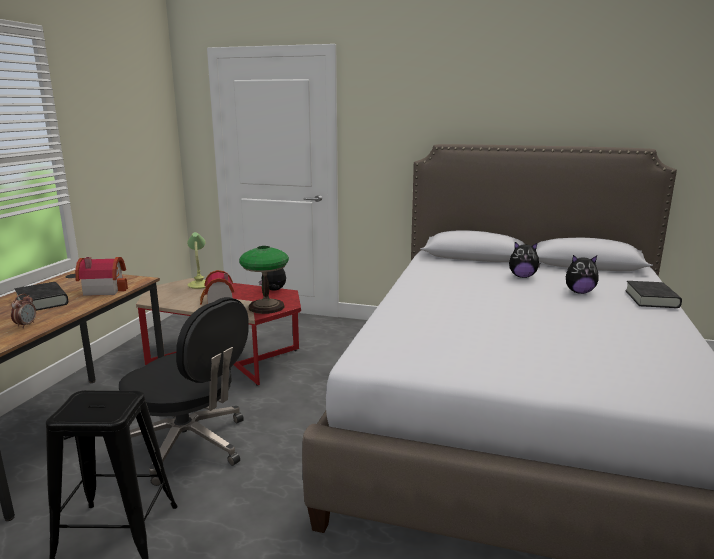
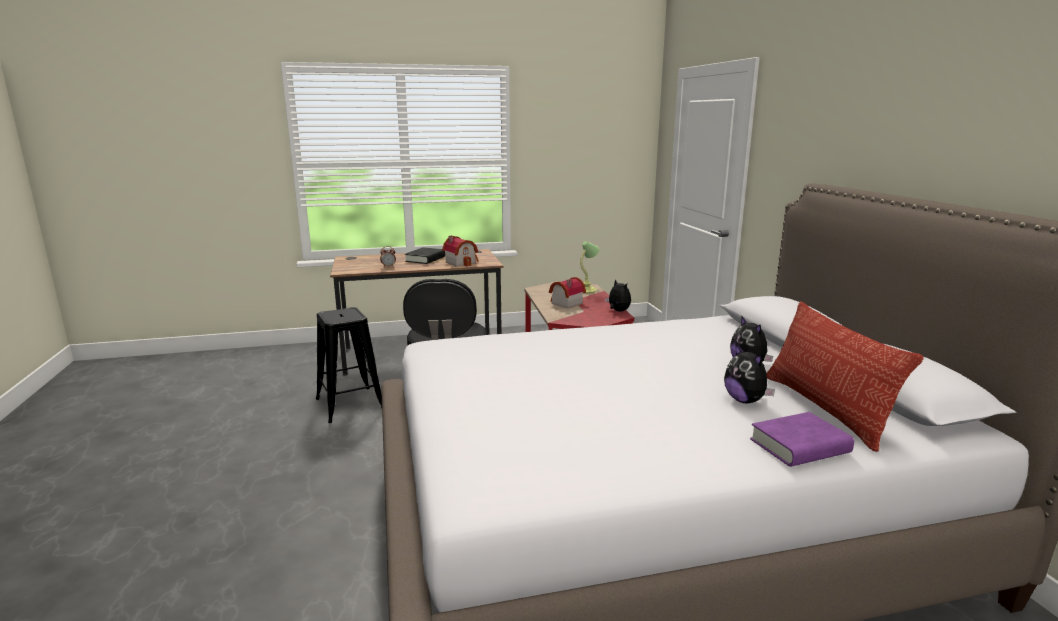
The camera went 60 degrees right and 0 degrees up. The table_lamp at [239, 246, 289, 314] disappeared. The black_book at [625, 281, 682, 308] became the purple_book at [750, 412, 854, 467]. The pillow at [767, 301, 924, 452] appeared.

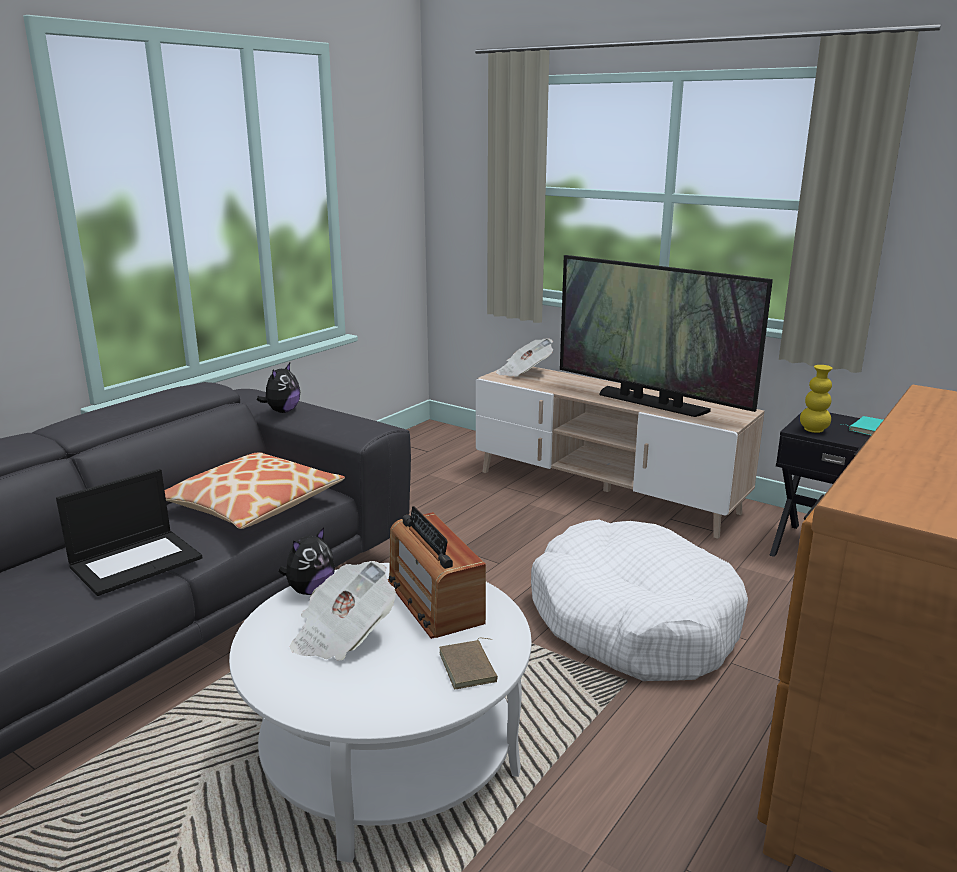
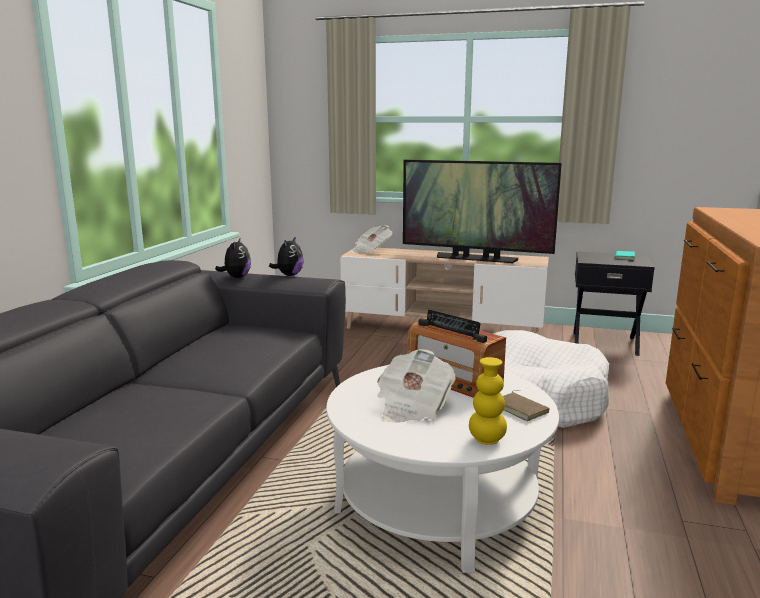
The camera went 20 degrees left and 5 degrees down. The yellow_vase moved from [800, 365, 833, 433] to [469, 357, 507, 445]. The pillow at [165, 452, 345, 529] disappeared. The laptop at [56, 469, 202, 596] disappeared. The plush_toy moved from [279, 527, 335, 595] to [269, 236, 304, 276].

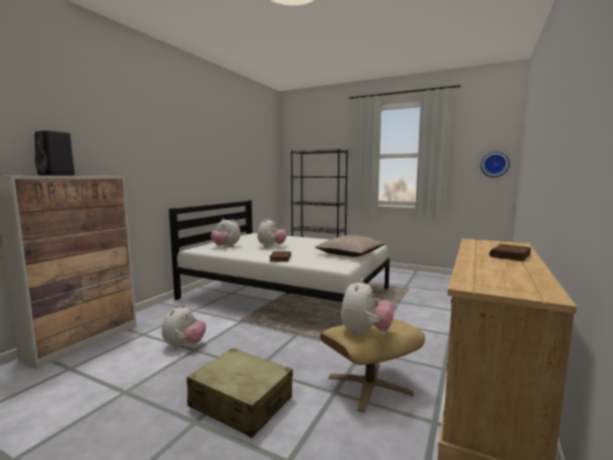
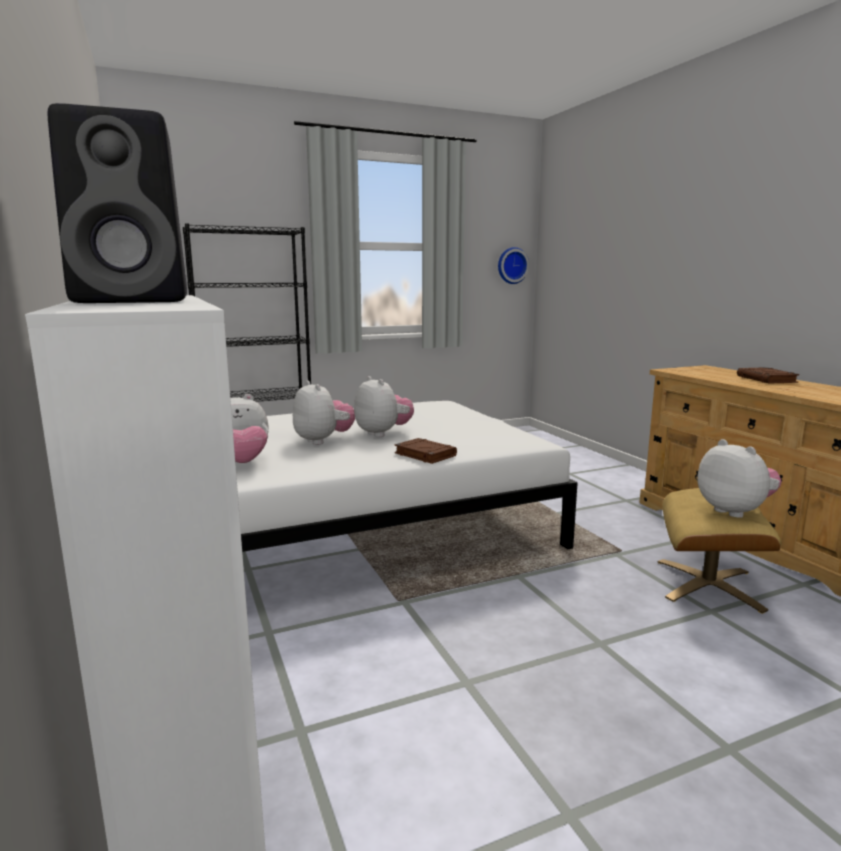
The camera went 50 degrees left and 5 degrees up. The pillow at [315, 235, 385, 257] disappeared. The plush_toy moved from [162, 304, 206, 348] to [354, 376, 414, 437]. The beige_suitcase at [187, 348, 293, 438] disappeared.

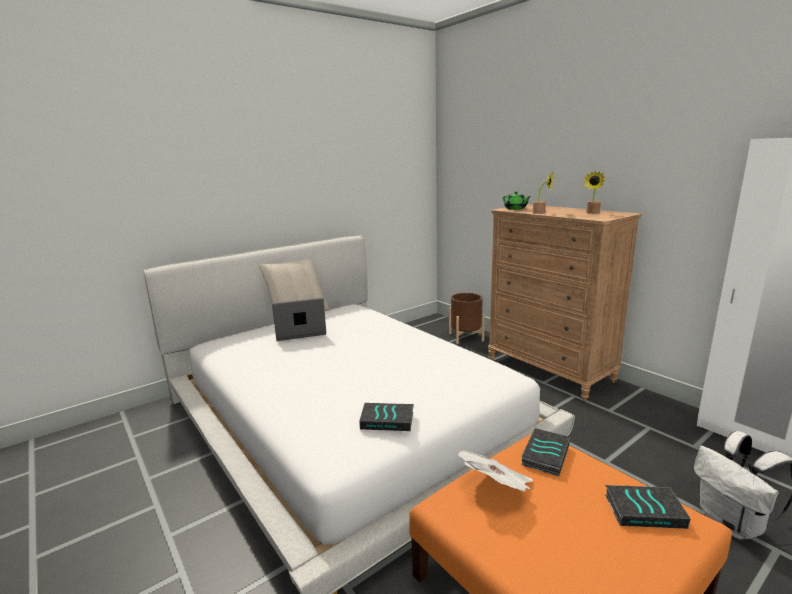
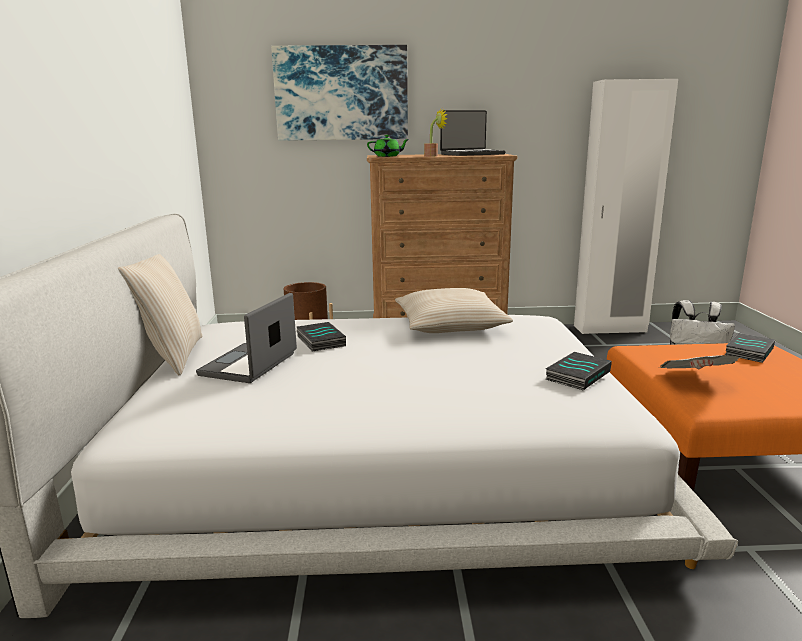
The camera went 55 degrees left and 0 degrees up. The potted_plant at [583, 171, 605, 214] was replaced by the laptop at [440, 110, 506, 156]. The book moved from [521, 428, 570, 476] to [297, 322, 346, 352]. The picture at [271, 45, 408, 141] appeared. The beige_pillow at [395, 288, 513, 333] appeared.

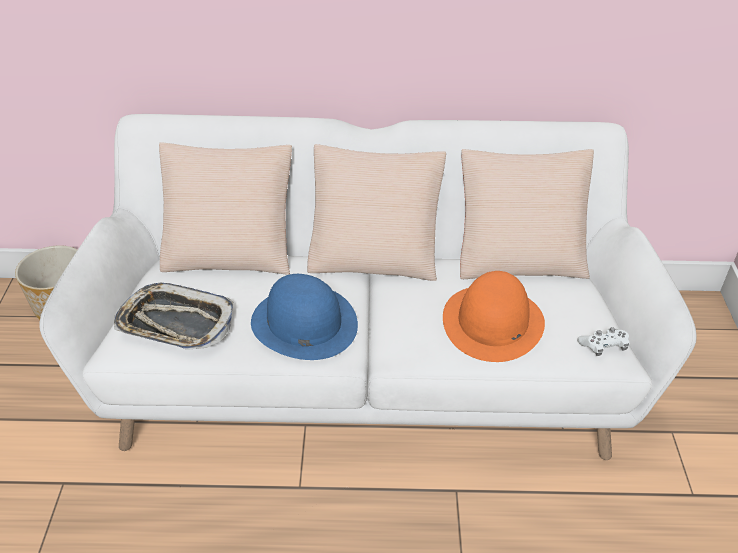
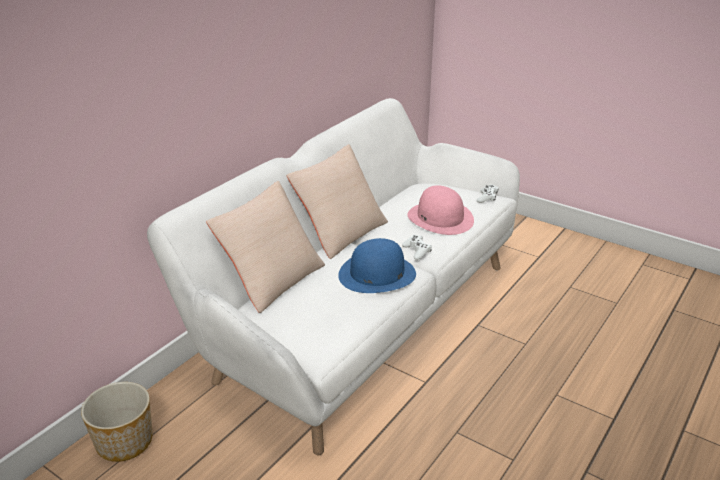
The camera went 55 degrees left and 10 degrees down. The beige_pillow at [460, 149, 594, 279] disappeared. The orange_hat at [443, 271, 545, 362] became the pink_hat at [407, 185, 474, 235]. The tray at [114, 282, 233, 349] disappeared. The white_game_controller at [402, 235, 432, 260] appeared.

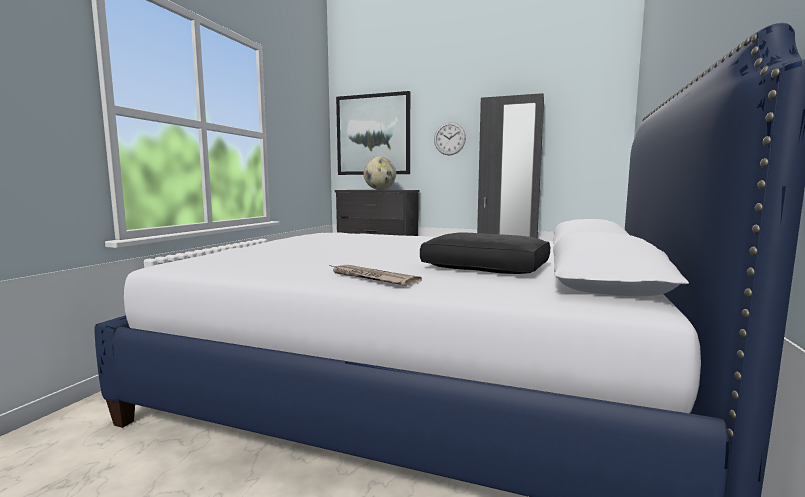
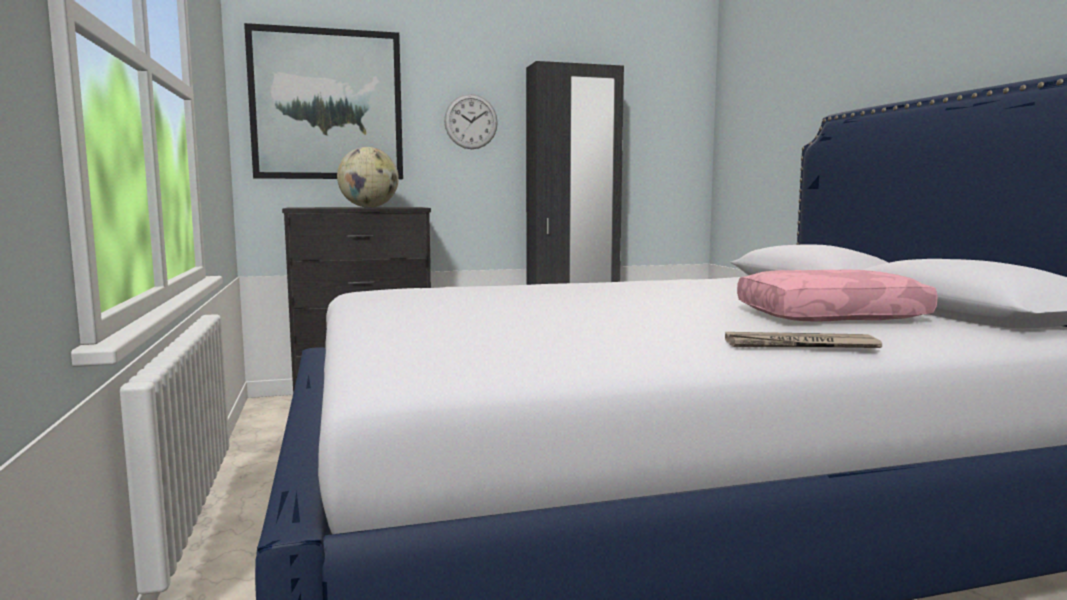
The camera went 35 degrees left and 0 degrees up. The black_pillow at [420, 233, 550, 274] became the pink_pillow at [737, 269, 938, 322].

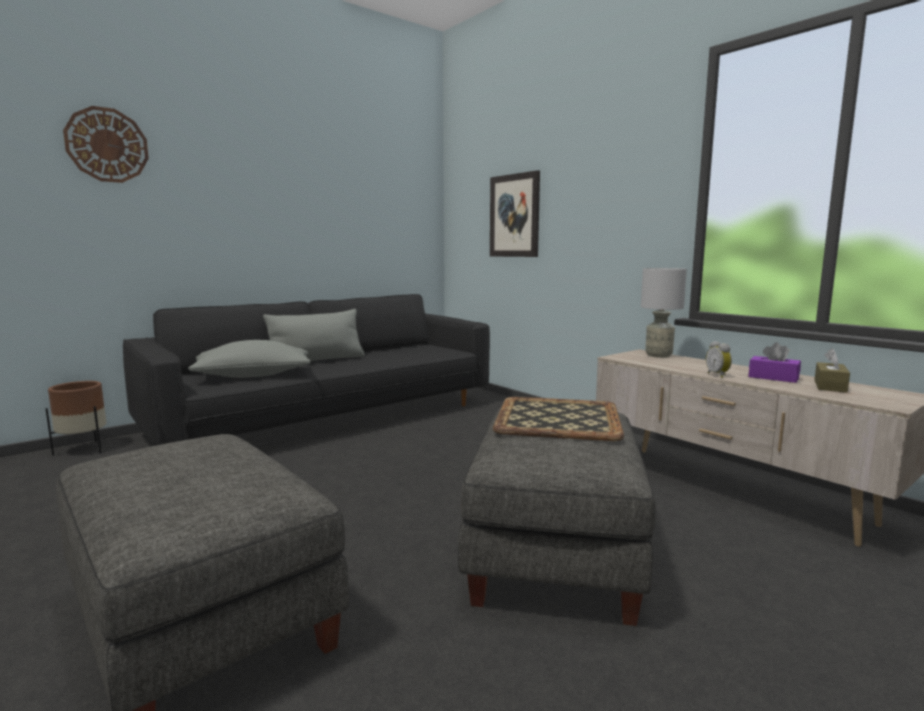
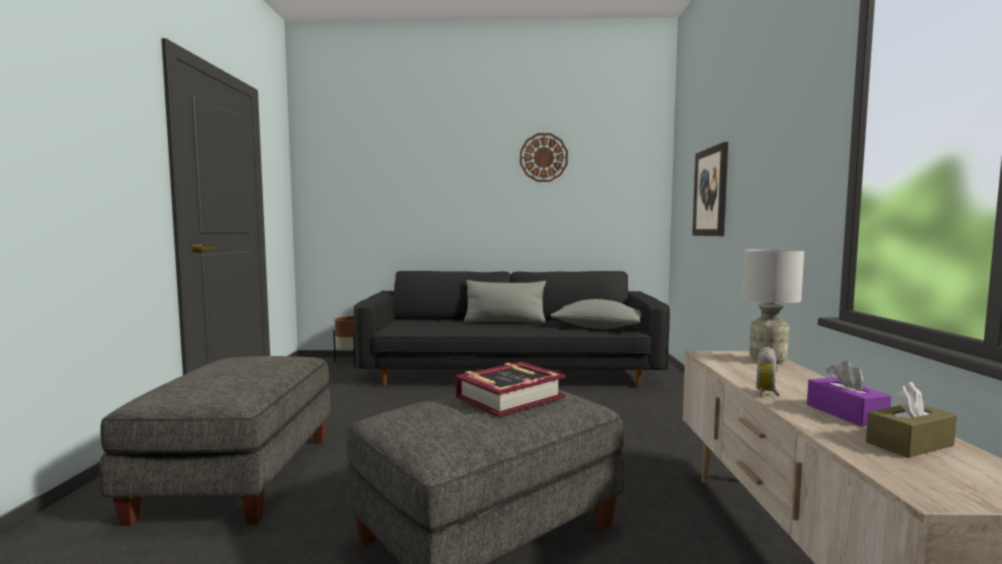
The camera went 40 degrees right and 5 degrees down. The wall_clock moved from [63, 106, 149, 183] to [520, 133, 568, 182]. The grey_pillow moved from [188, 340, 310, 378] to [550, 299, 642, 329]. The tray at [493, 397, 624, 441] was replaced by the book at [456, 362, 566, 417].

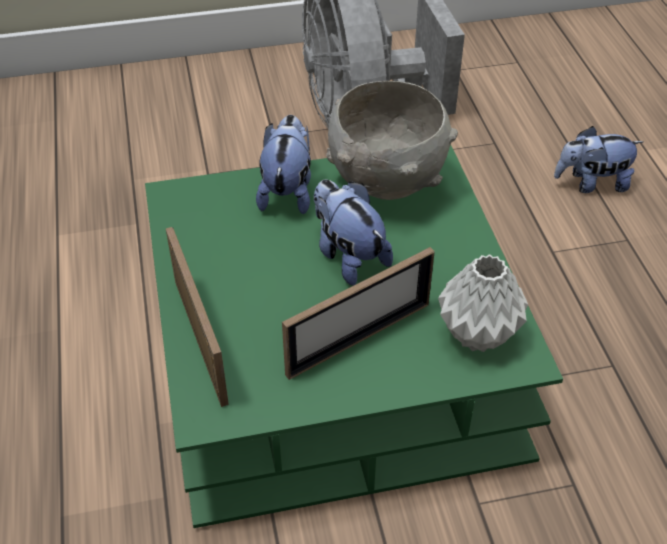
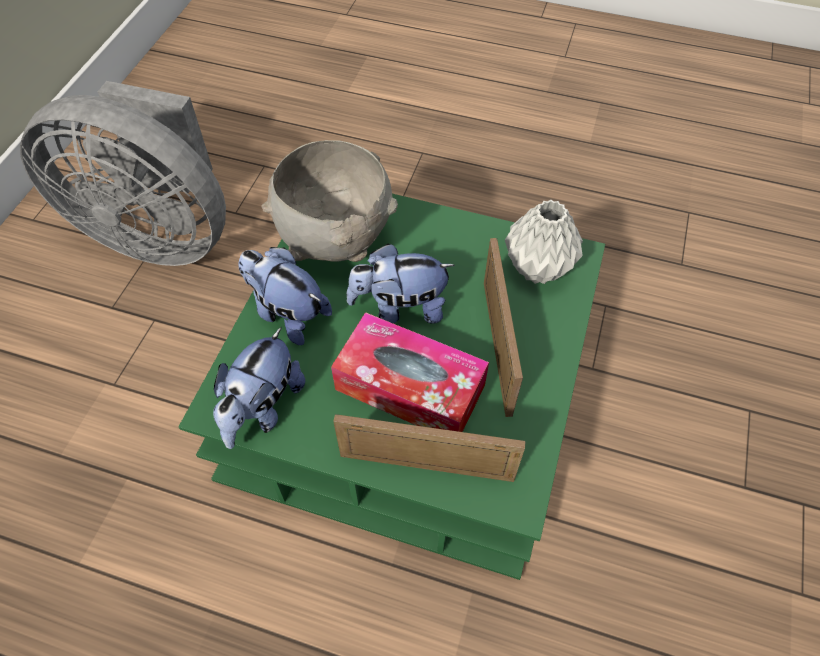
The camera went 60 degrees left and 10 degrees up. The plush_toy moved from [554, 126, 643, 193] to [213, 327, 305, 449]. The tissue_box at [331, 312, 489, 432] appeared.

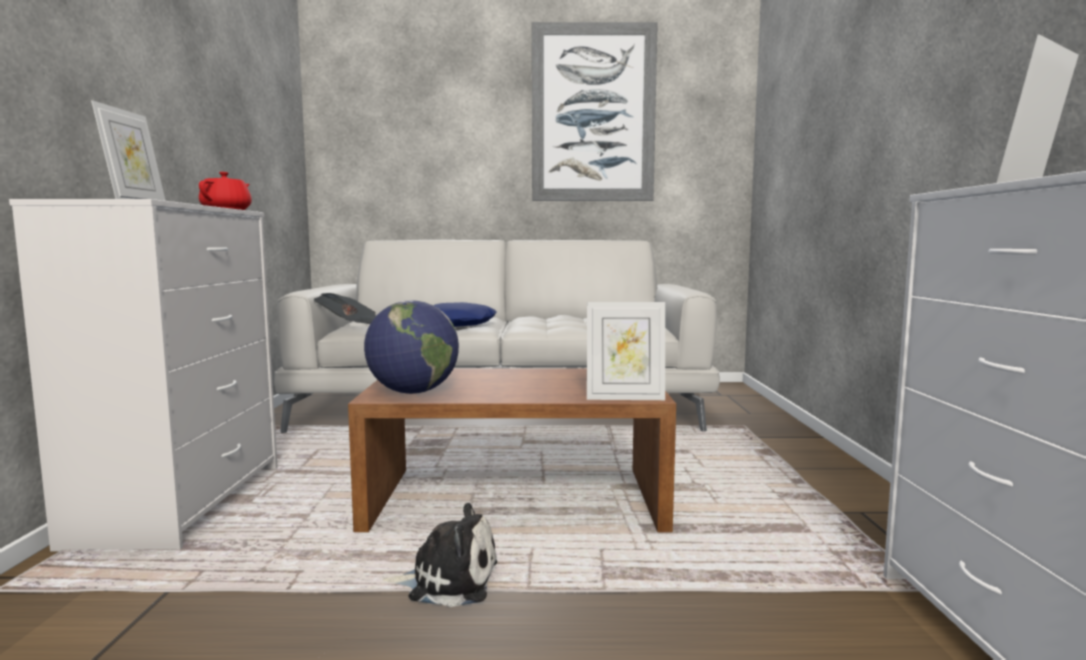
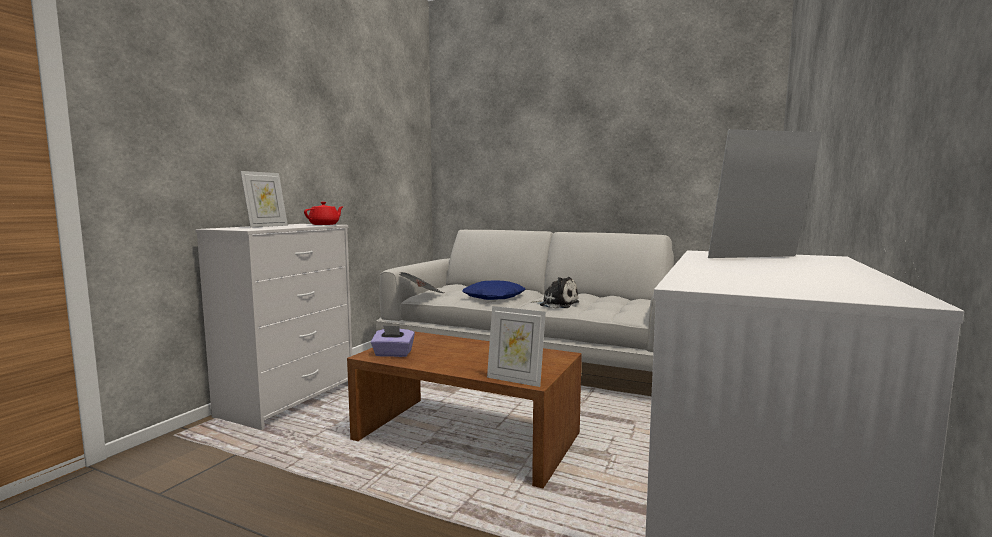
The camera went 25 degrees right and 0 degrees up. The picture at [532, 22, 658, 201] disappeared. The globe at [364, 300, 459, 394] was replaced by the purple_tissue_box at [371, 325, 415, 357]. The plush_toy moved from [383, 503, 497, 607] to [530, 277, 579, 309].

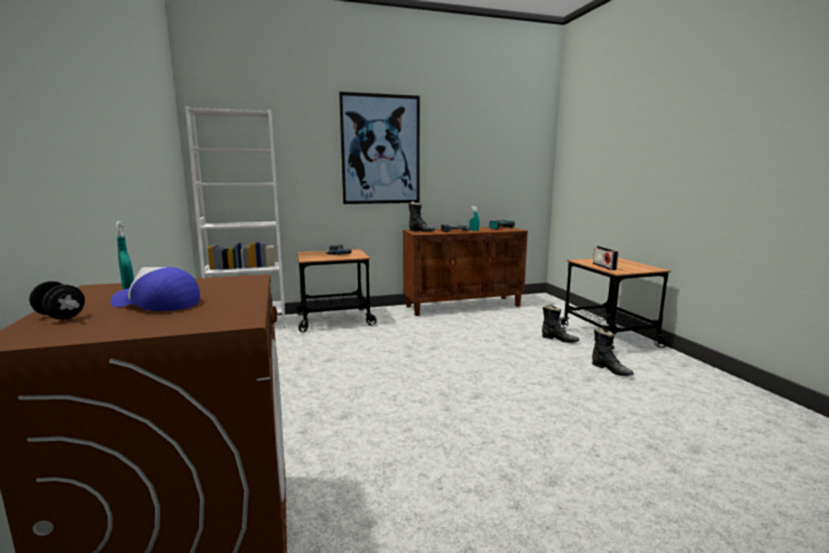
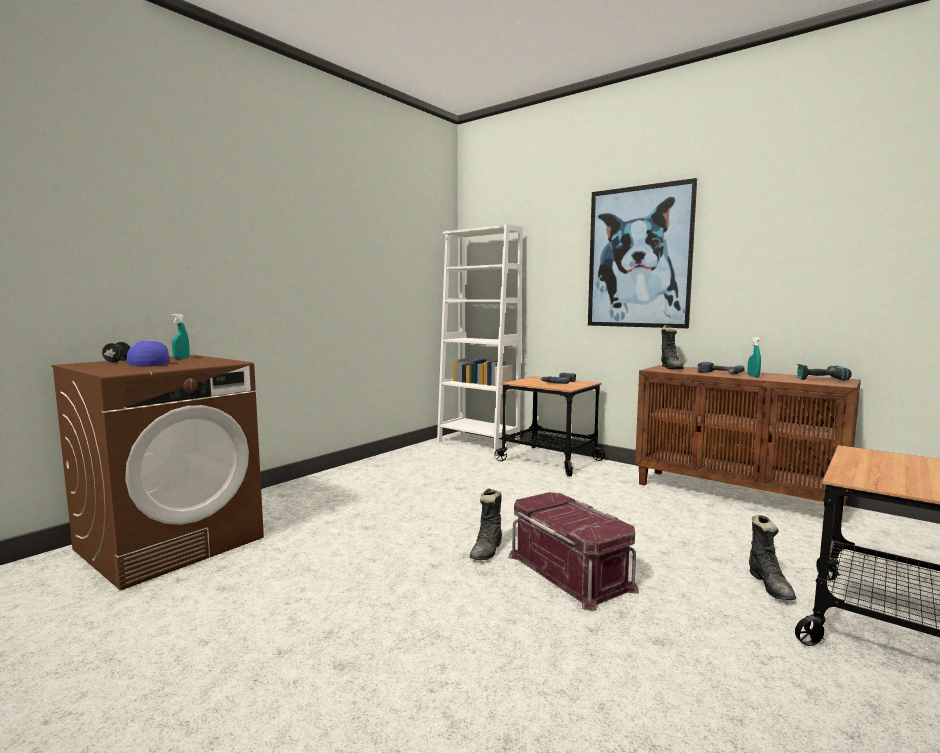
The camera went 55 degrees right and 5 degrees down. The radio at [593, 246, 618, 270] disappeared. The black_boot moved from [592, 328, 634, 376] to [469, 488, 502, 560]. The red_storage_box at [508, 492, 639, 611] appeared.

